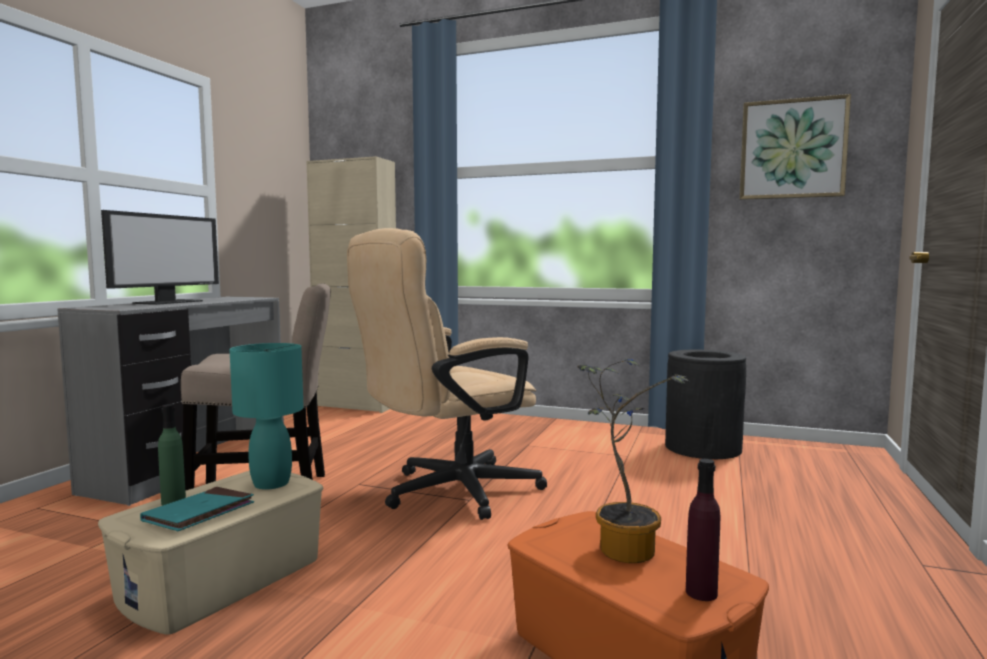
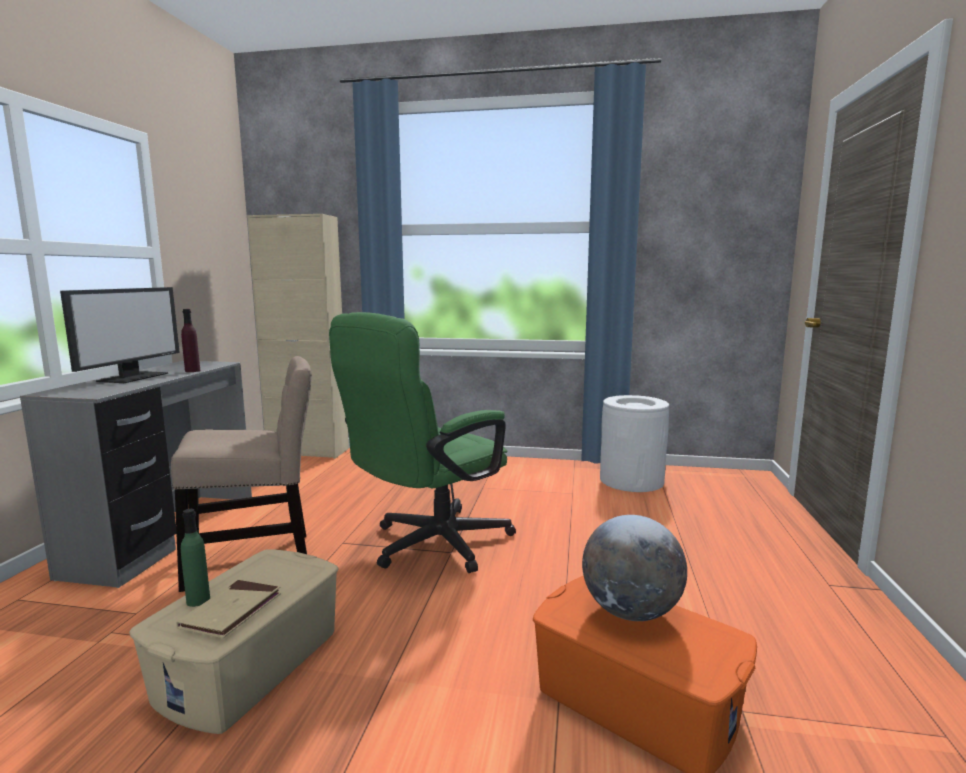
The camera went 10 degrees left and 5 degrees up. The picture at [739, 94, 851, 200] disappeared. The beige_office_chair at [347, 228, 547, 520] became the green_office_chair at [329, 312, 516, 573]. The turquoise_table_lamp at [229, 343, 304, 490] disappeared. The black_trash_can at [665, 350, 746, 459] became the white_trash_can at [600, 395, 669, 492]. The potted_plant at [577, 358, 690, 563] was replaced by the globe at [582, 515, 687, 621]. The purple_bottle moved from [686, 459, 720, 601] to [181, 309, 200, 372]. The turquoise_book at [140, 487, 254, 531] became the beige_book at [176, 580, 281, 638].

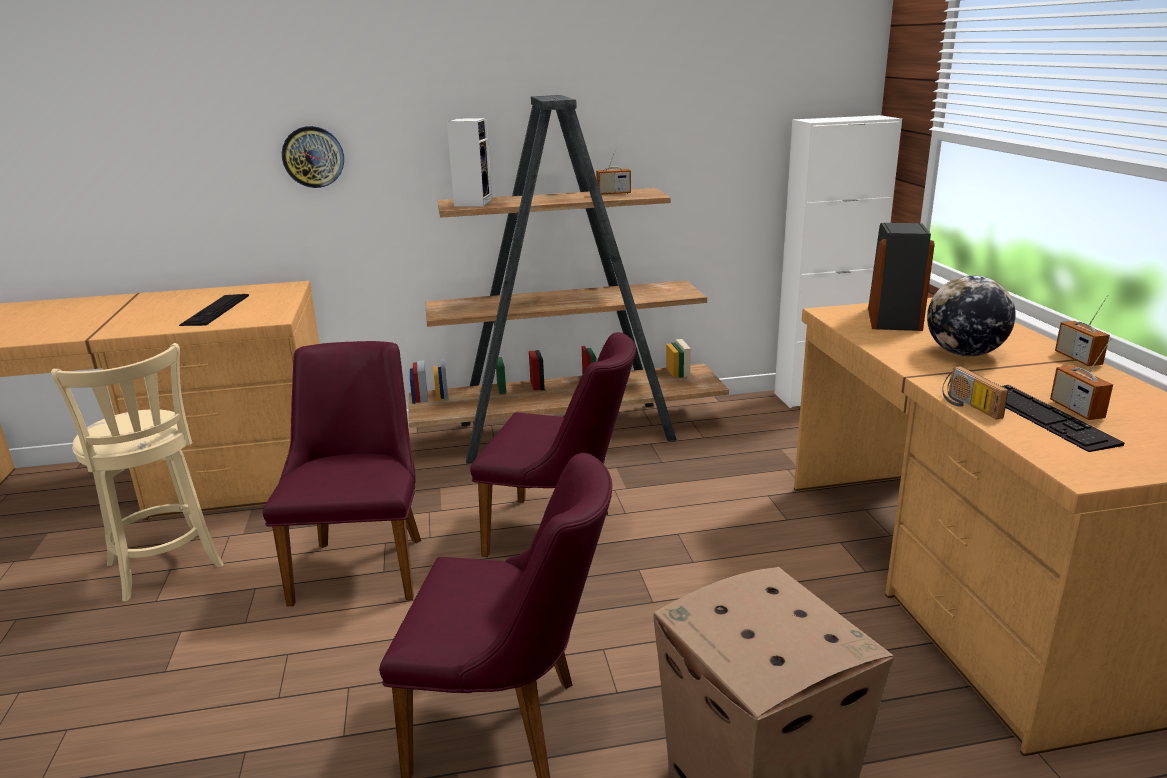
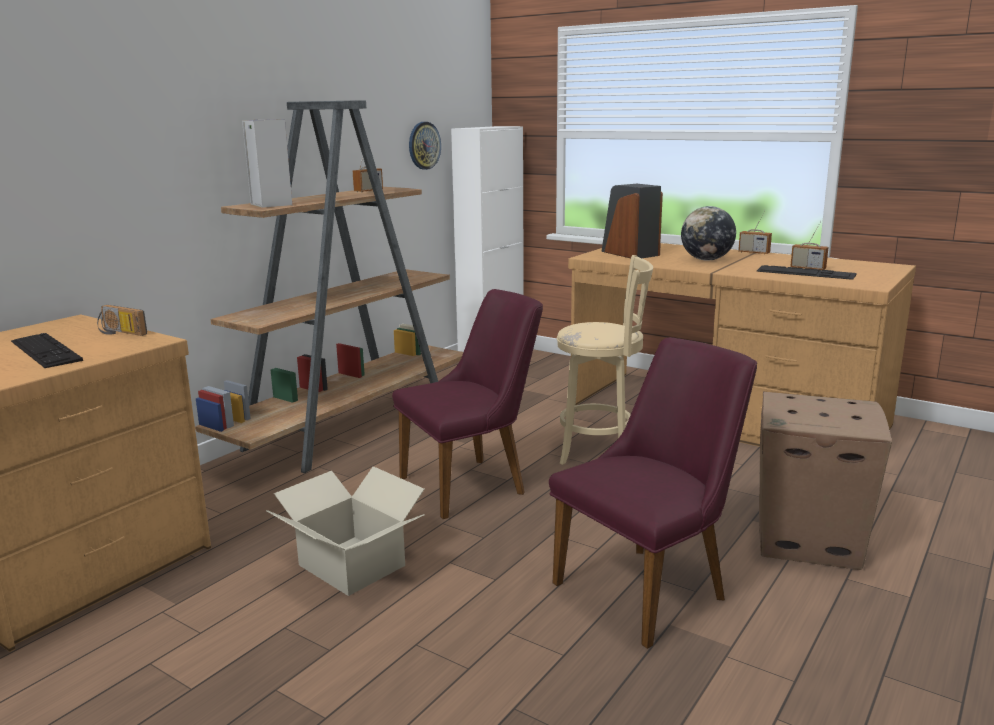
The camera went 45 degrees left and 5 degrees down. The wall_clock moved from [282, 126, 344, 188] to [409, 122, 441, 170]. The purple_chair at [262, 341, 421, 606] was replaced by the cardboard_box at [266, 466, 425, 596]. The beige_stool moved from [51, 343, 224, 602] to [557, 255, 653, 465]. The radio moved from [942, 366, 1008, 420] to [97, 305, 147, 336].

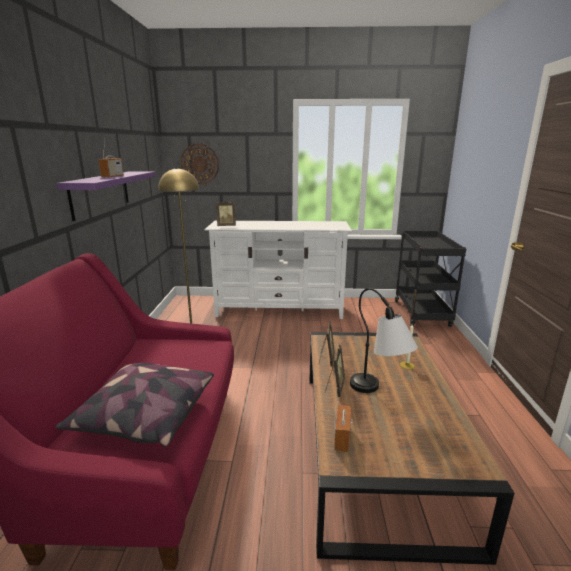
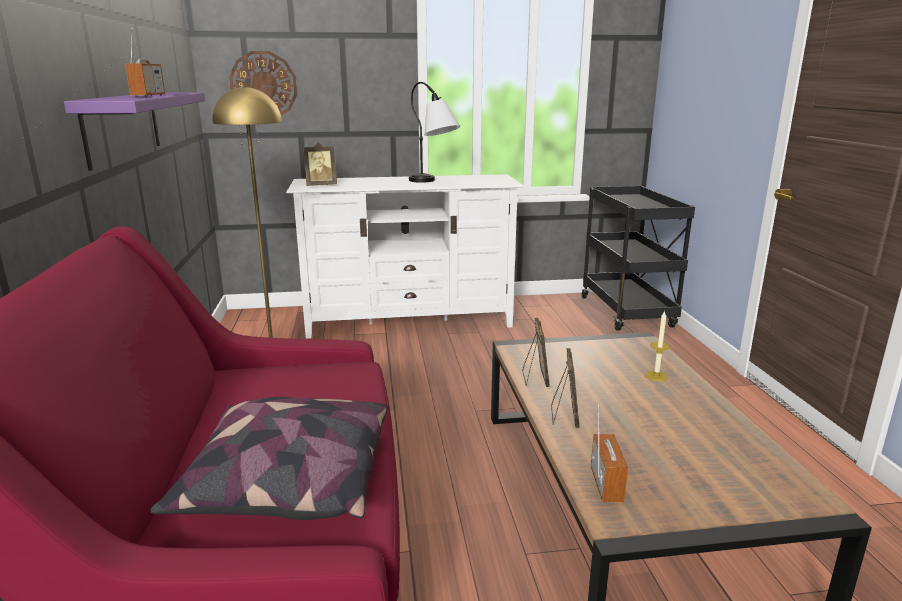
The camera went 10 degrees left and 0 degrees up. The table_lamp moved from [350, 288, 418, 393] to [409, 82, 460, 183].

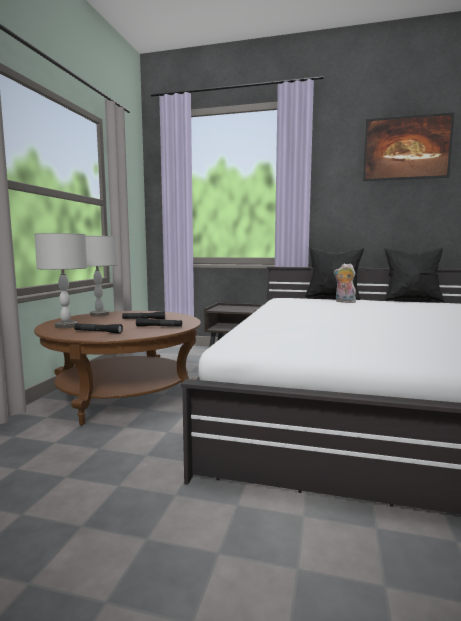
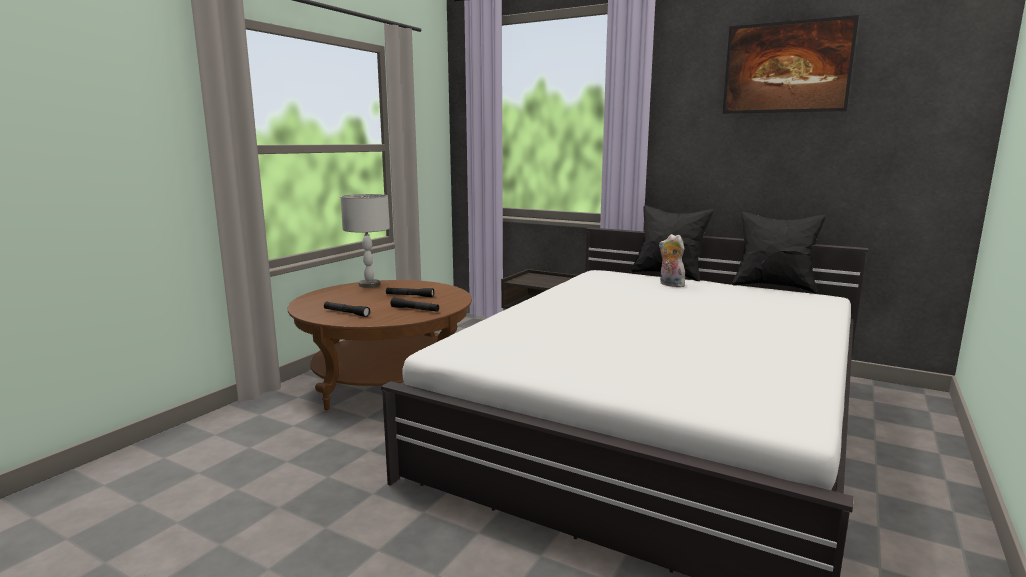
The camera went 15 degrees right and 5 degrees up. The grey_table_lamp at [34, 233, 87, 329] disappeared.

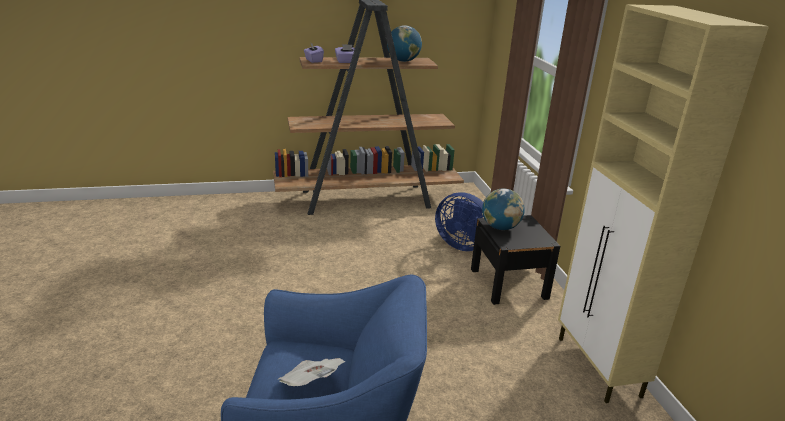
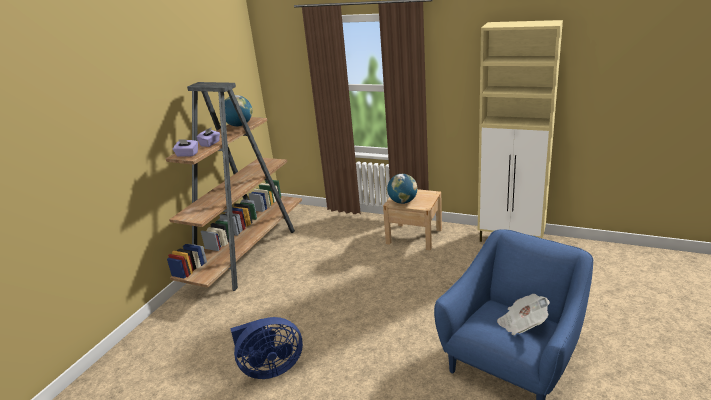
The camera went 50 degrees left and 0 degrees up. The blue_fan moved from [435, 192, 483, 251] to [230, 317, 303, 379]. The black_nightstand at [471, 215, 560, 305] became the beige_nightstand at [383, 189, 442, 250].

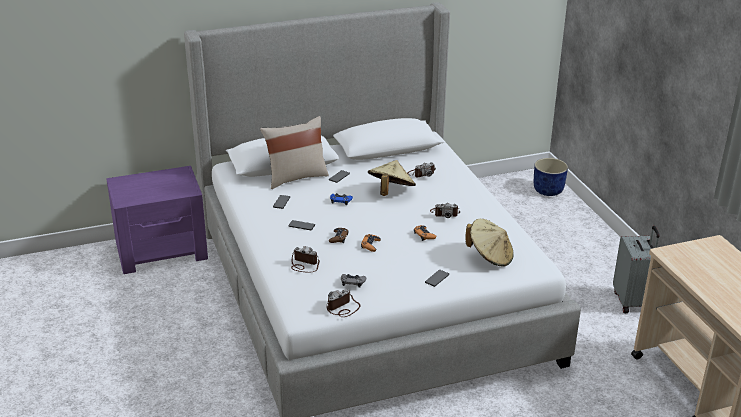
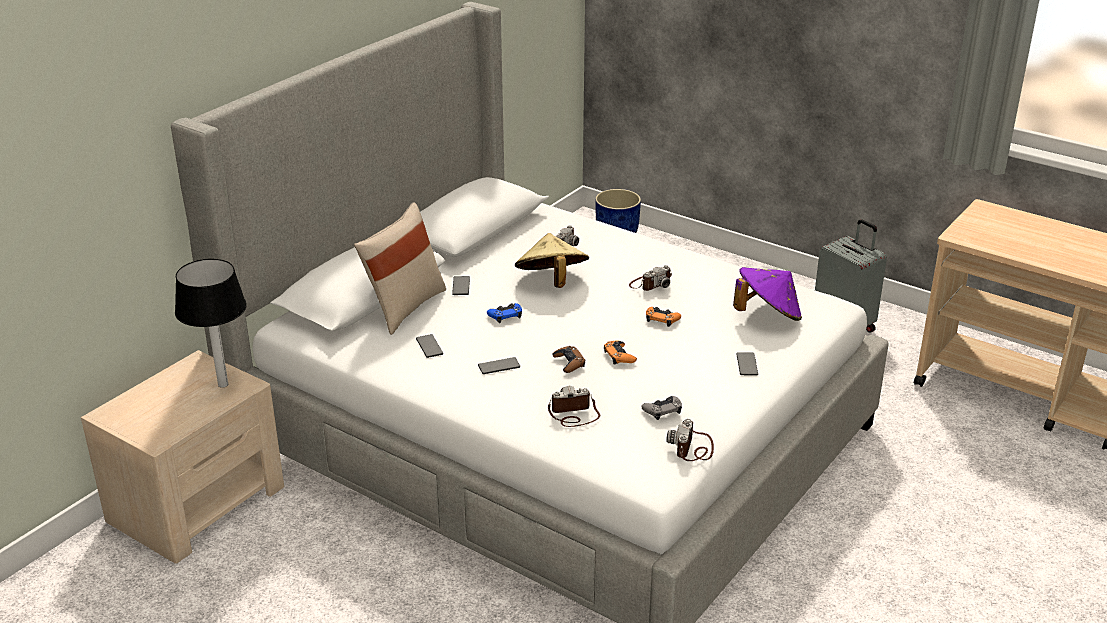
The camera went 35 degrees left and 0 degrees up. The purple_nightstand at [106, 166, 208, 274] became the beige_nightstand at [81, 350, 284, 564]. The beige_hat at [465, 219, 514, 266] became the purple_hat at [733, 267, 802, 321]. The table_lamp at [175, 259, 247, 388] appeared.

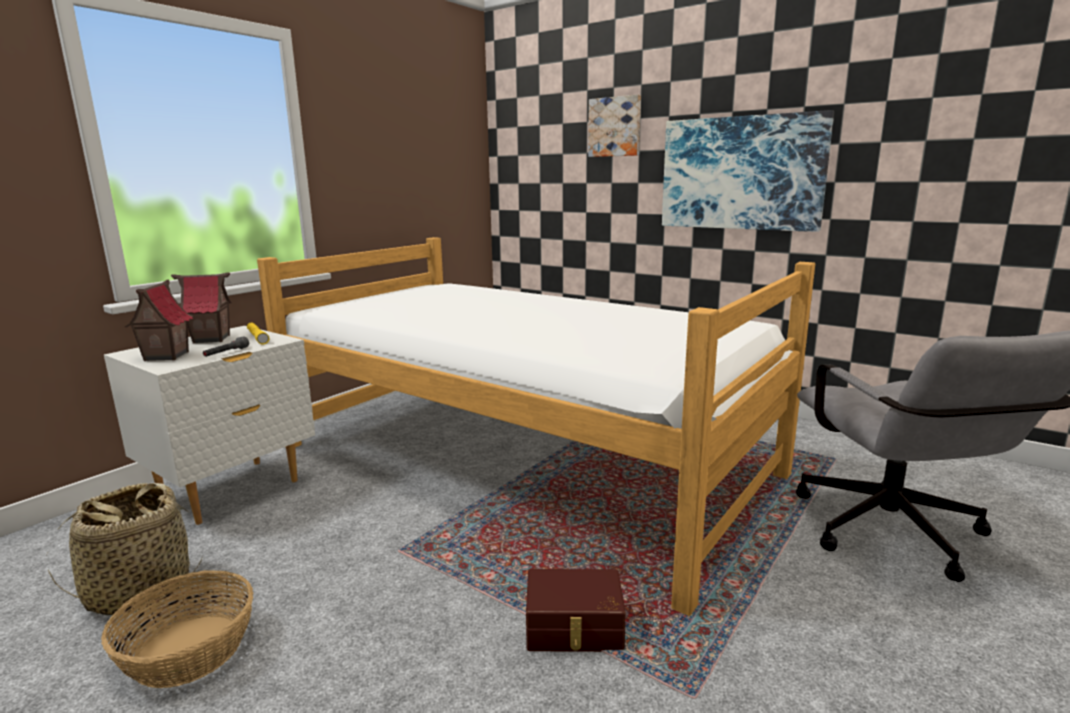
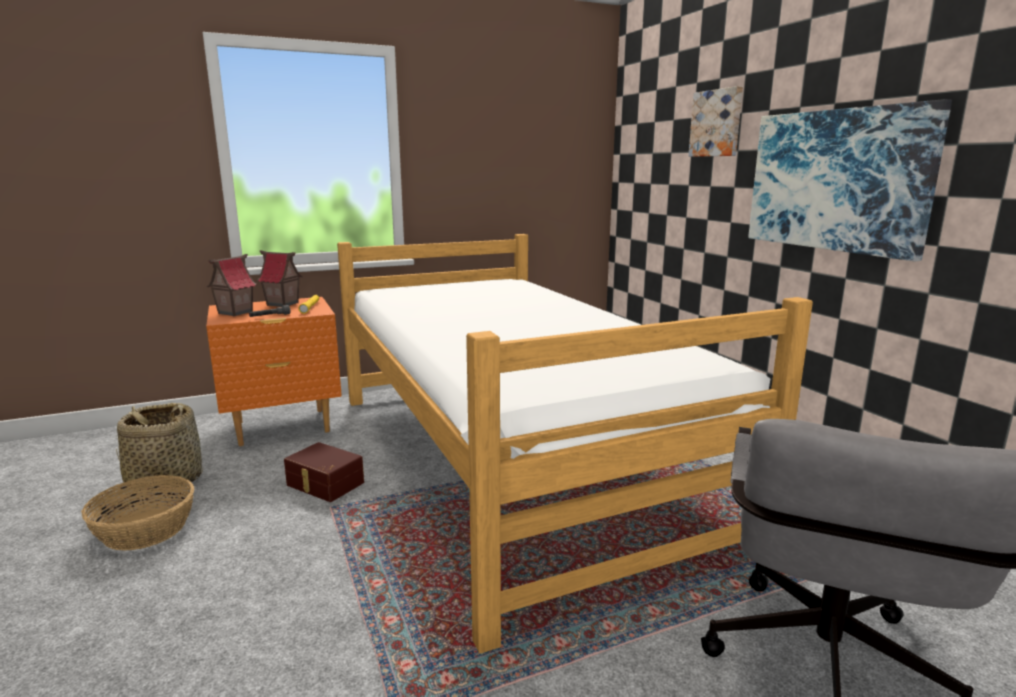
The camera went 30 degrees right and 0 degrees up. The white_nightstand at [104, 326, 315, 525] became the orange_nightstand at [206, 297, 342, 446]. The brown_storage_box moved from [526, 569, 626, 652] to [284, 442, 364, 502].

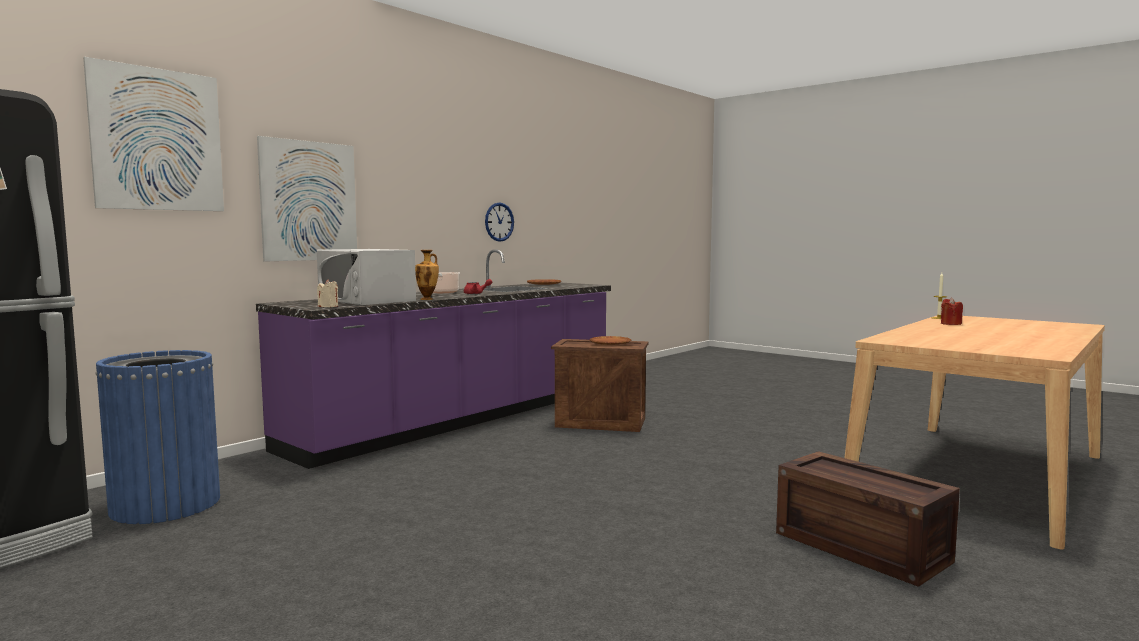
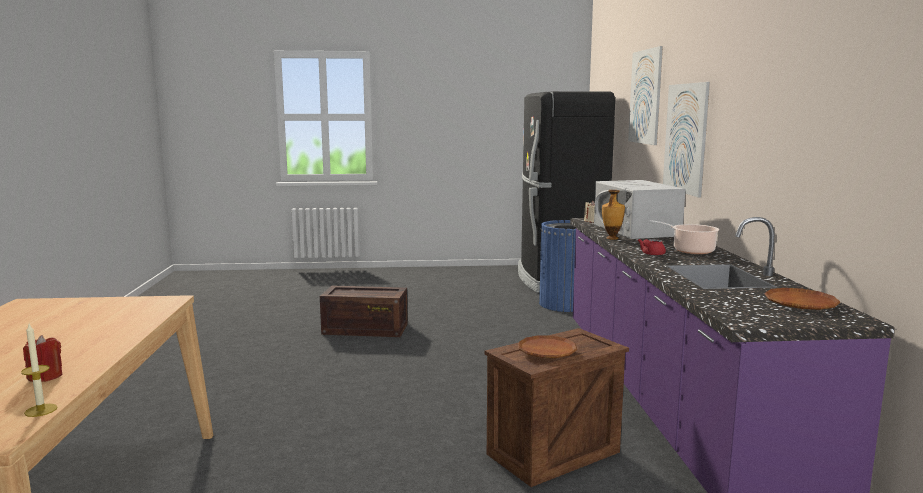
The camera went 135 degrees right and 5 degrees up. The wall_clock at [485, 203, 514, 242] disappeared. The white_microwave at [317, 249, 416, 305] turned 105 degrees counterclockwise. The crate moved from [776, 451, 960, 587] to [320, 285, 408, 337].

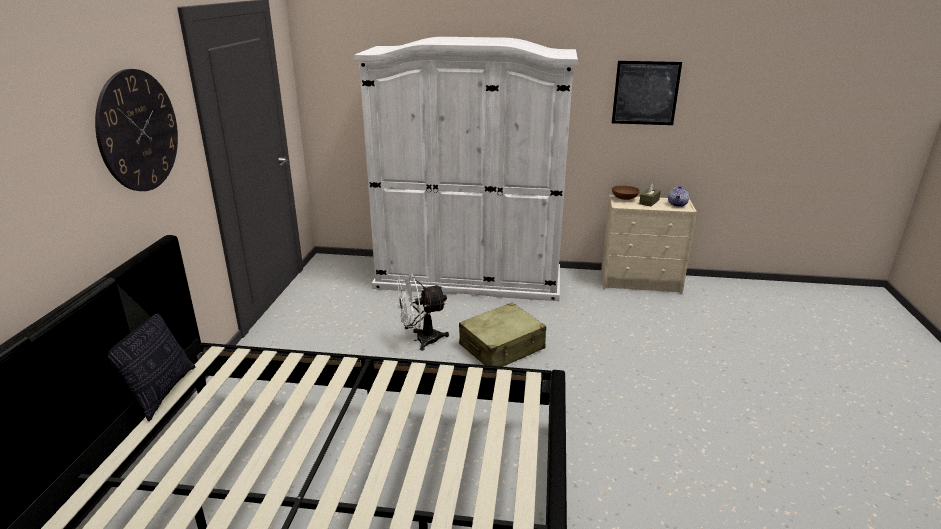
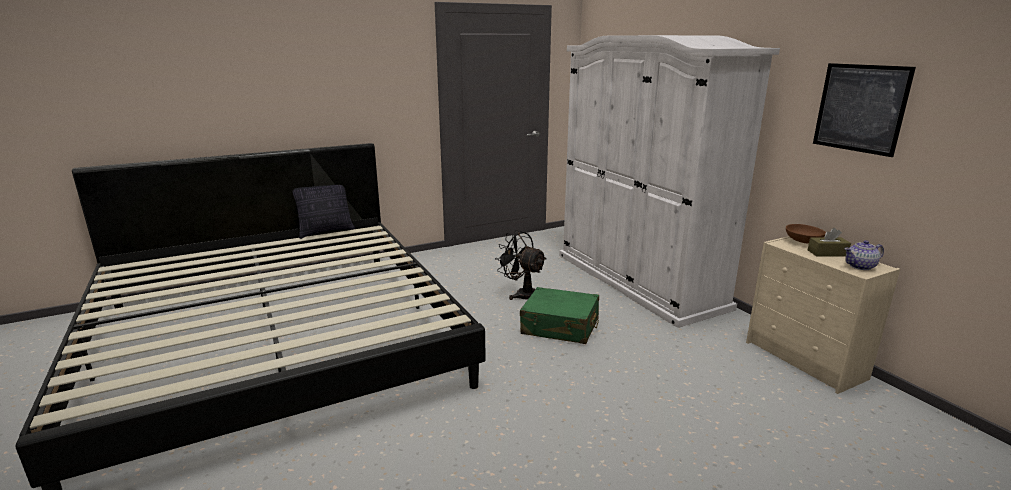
The camera went 55 degrees right and 5 degrees down. The wall_clock at [95, 69, 178, 191] disappeared. The white_fan at [397, 274, 449, 351] became the black_fan at [495, 230, 547, 300]. The beige_suitcase at [459, 302, 546, 367] became the green_suitcase at [520, 287, 599, 344].

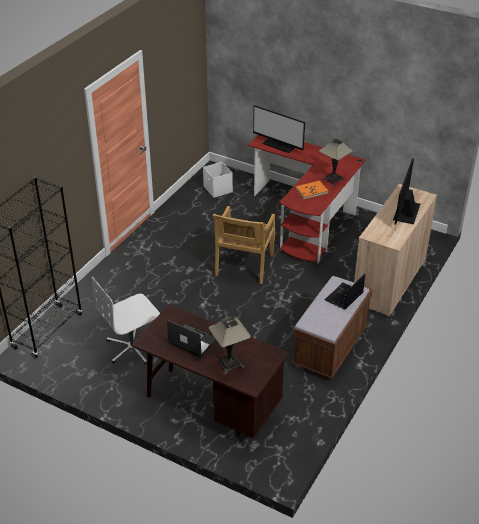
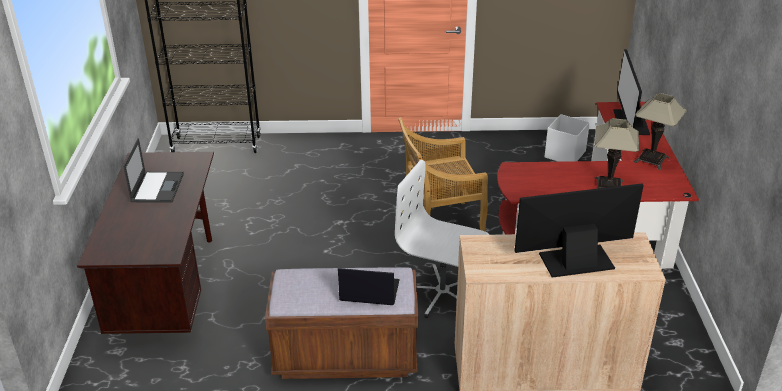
The camera went 60 degrees right and 5 degrees down. The orange_book at [295, 181, 328, 200] disappeared. The white_office_chair moved from [92, 277, 160, 365] to [395, 160, 490, 318]. The table_lamp moved from [209, 317, 251, 374] to [634, 93, 687, 170].

